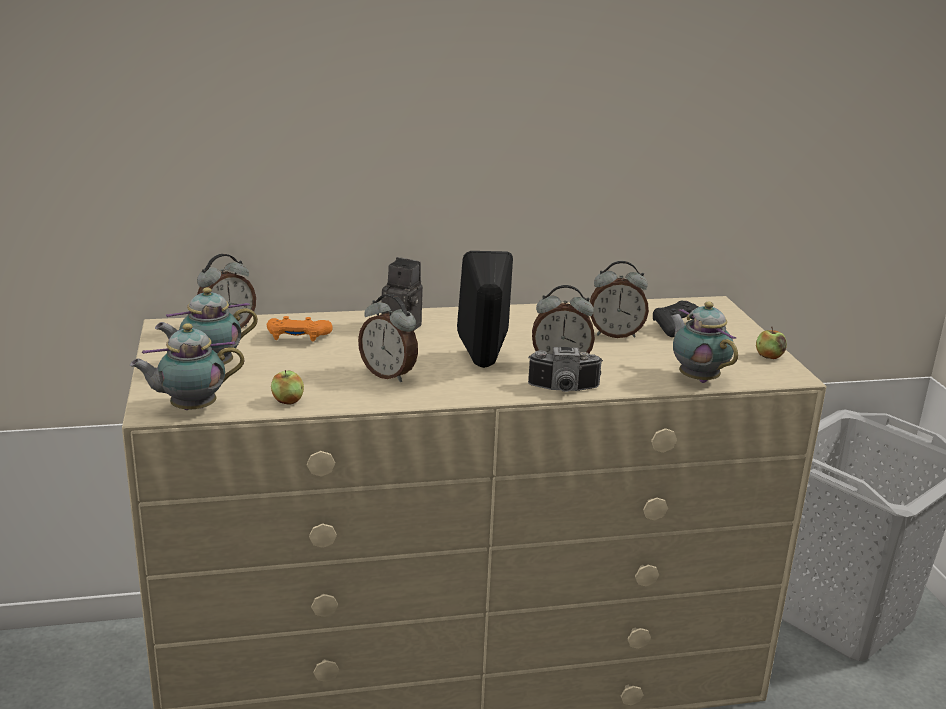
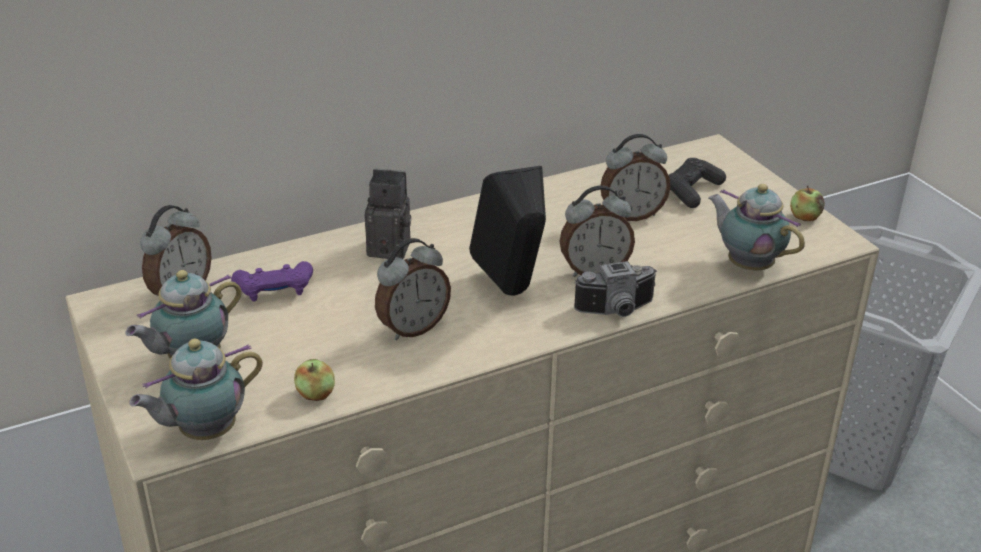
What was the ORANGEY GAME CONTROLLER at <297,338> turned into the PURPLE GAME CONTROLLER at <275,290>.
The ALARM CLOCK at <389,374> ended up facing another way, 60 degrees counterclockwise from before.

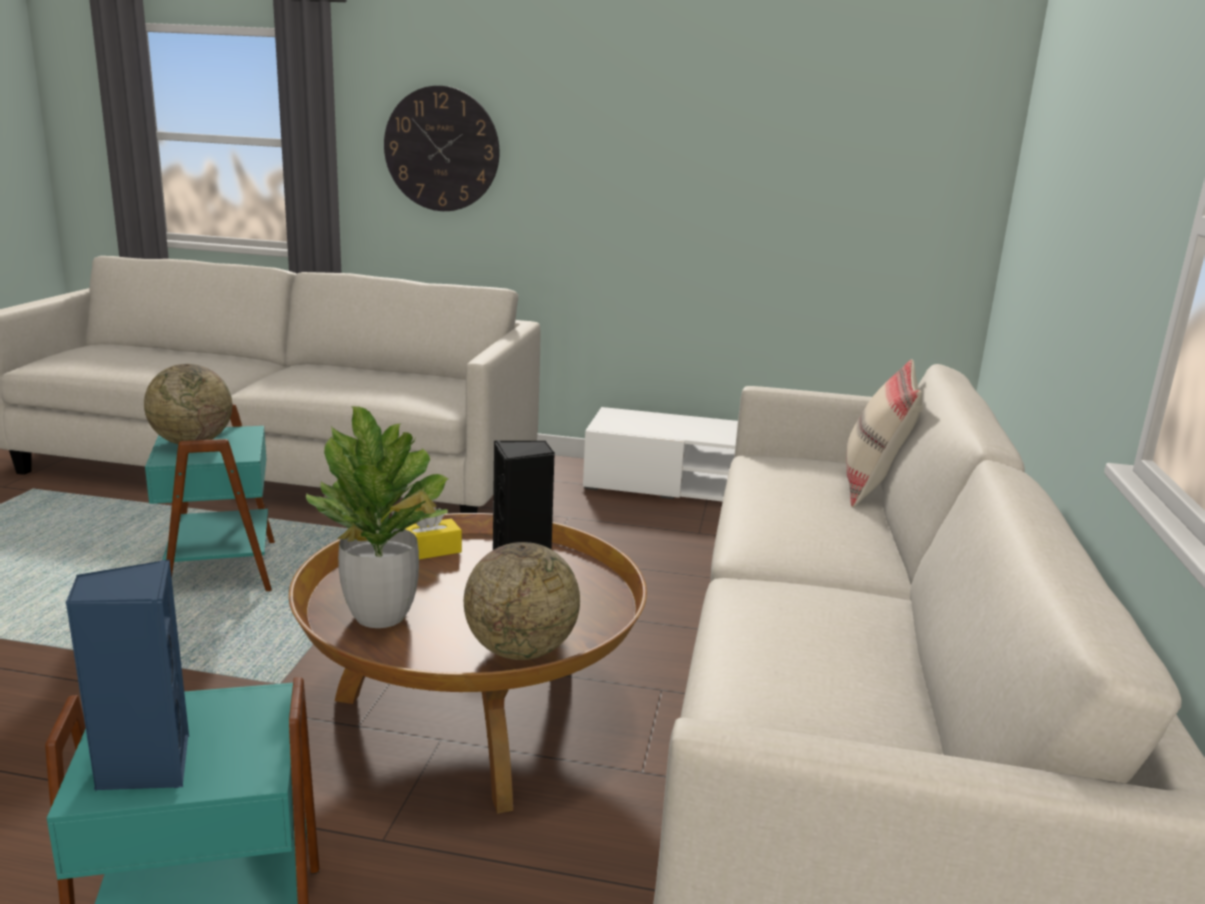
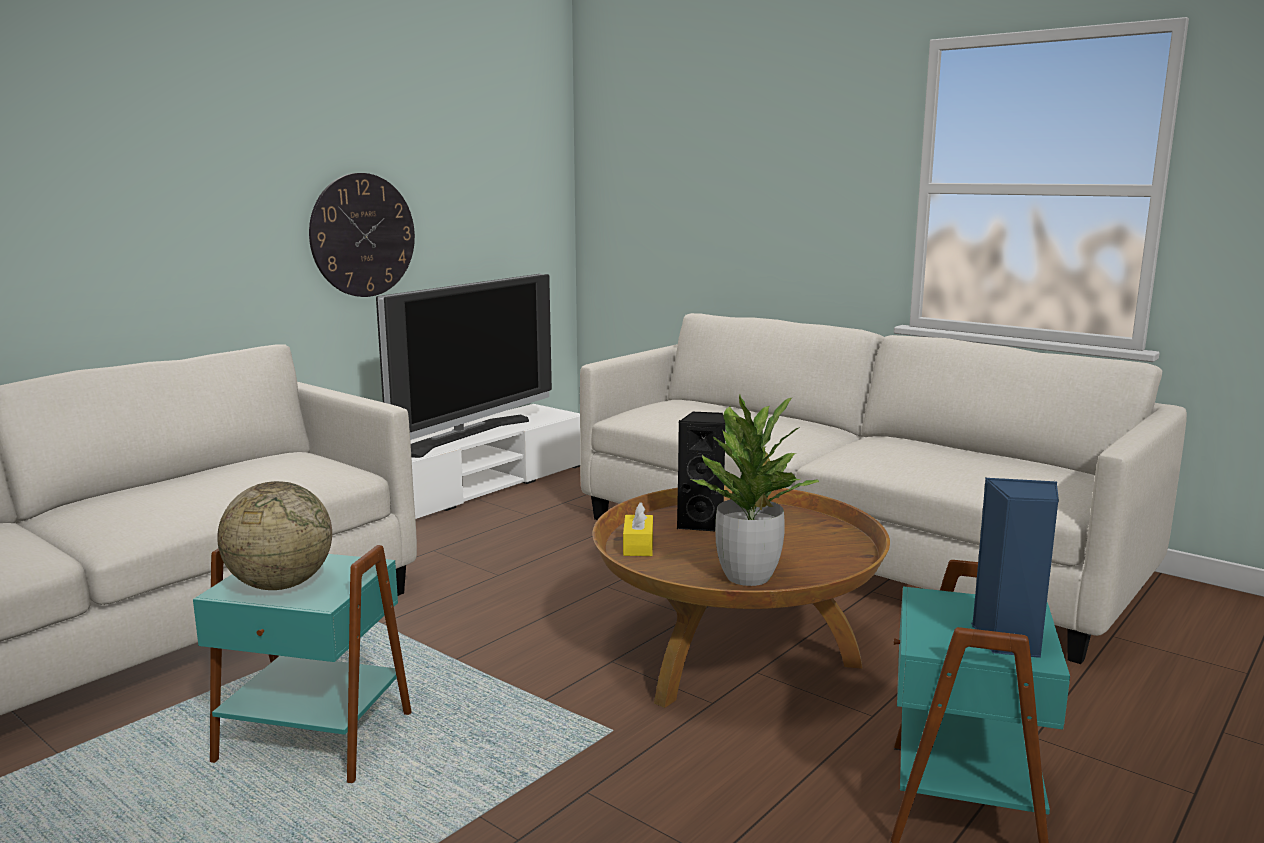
The second view lost the WORLD GLOBE at <521,651>.
The second view lost the SAND-COLOURED CUSHION at <874,487>.
The second view gained the TV SET at <467,436>.
The CLOCK ON THE WALL ended up elsewhere, having gone from <441,149> to <363,235>.

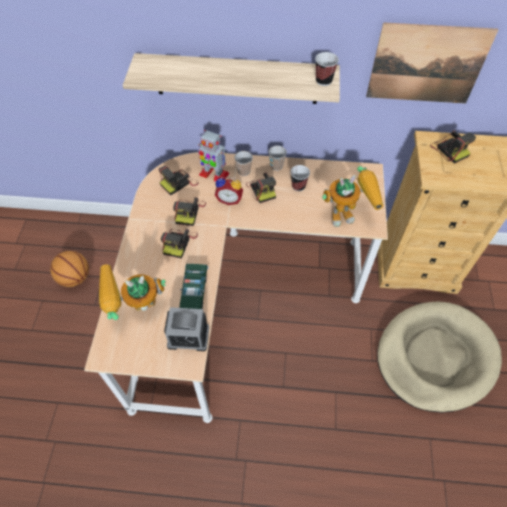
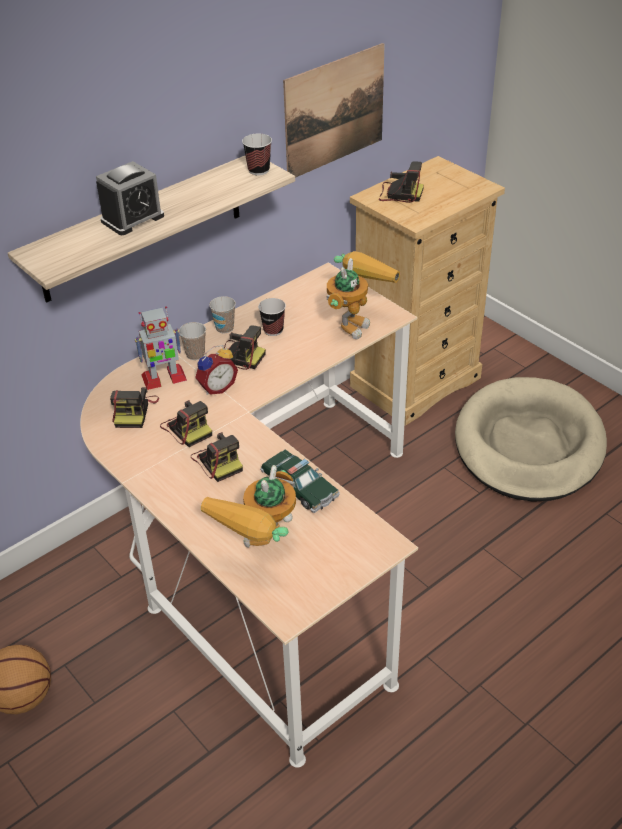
The ALARM CLOCK ended up elsewhere, having gone from <188,337> to <132,218>.

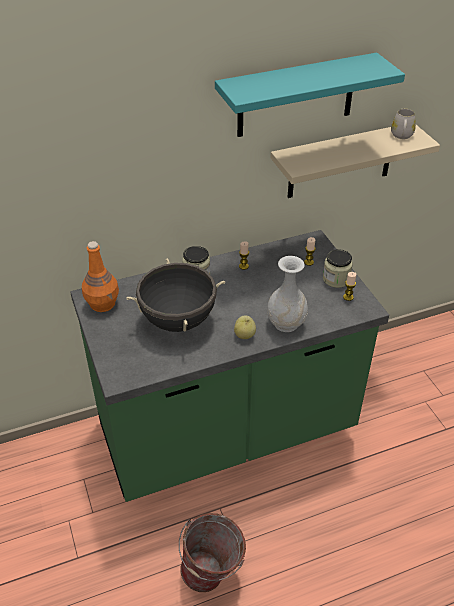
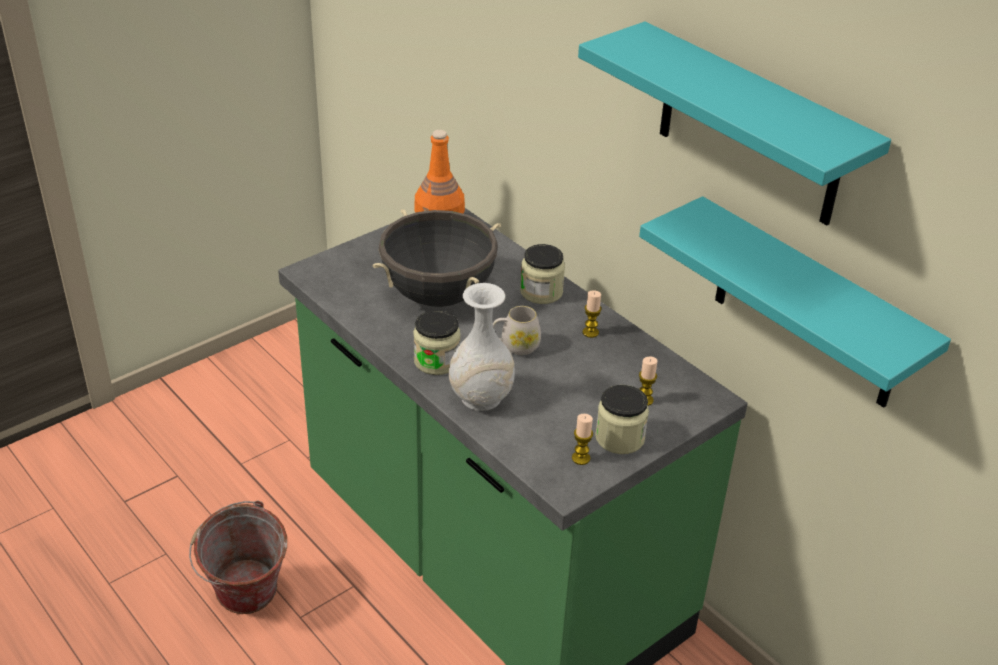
The WHITE COFFEE MUG ended up elsewhere, having gone from <401,136> to <515,346>.
Where the APPLE stood at <245,335>, the PRESERVE JAR came to stand at <436,361>.
What was the SAND-COLOURED BRACKET SHELF at <340,161> turned into the BLUE-GREEN BRACKET SHELF at <807,307>.

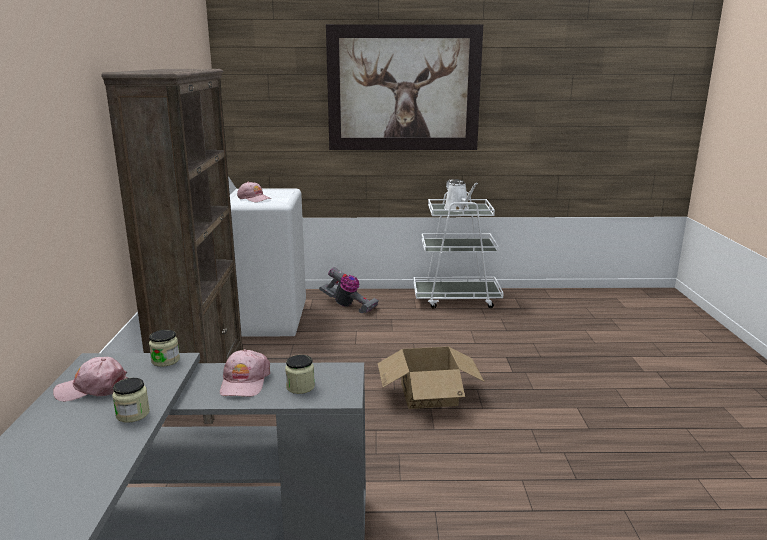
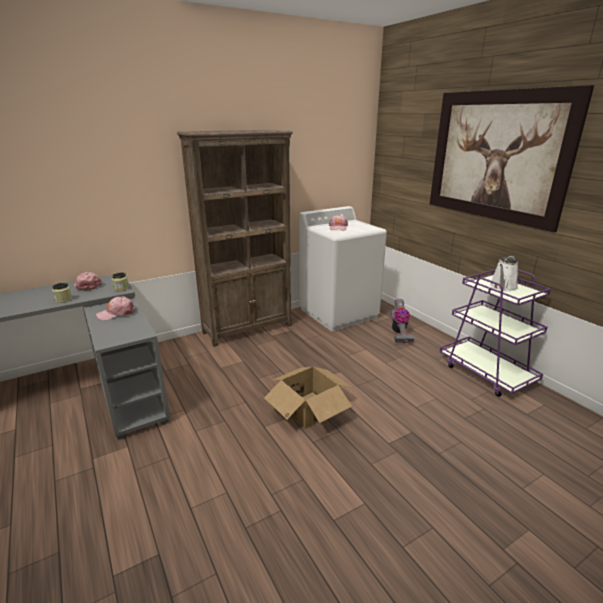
The second view lost the PRESERVE JAR at <300,387>.
What was the WHITE CART at <456,299> turned into the PURPLE CART at <486,373>.

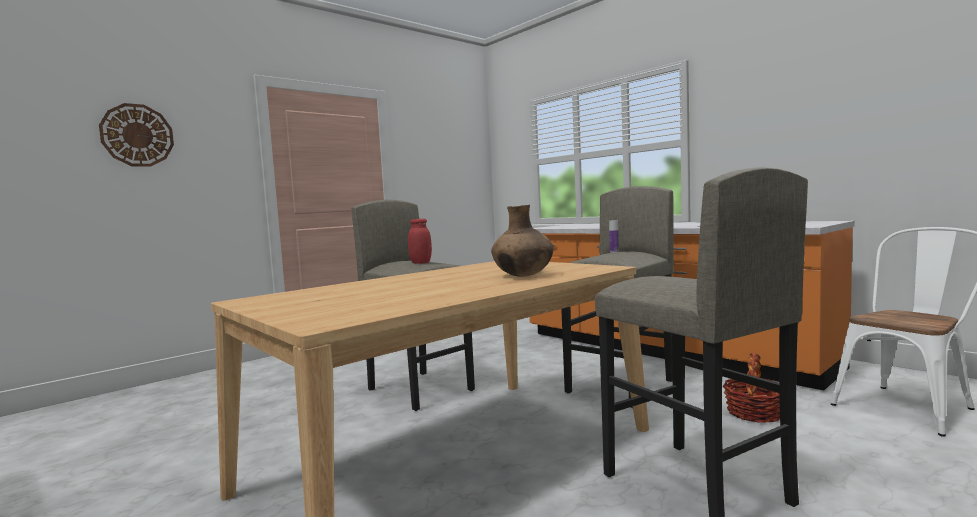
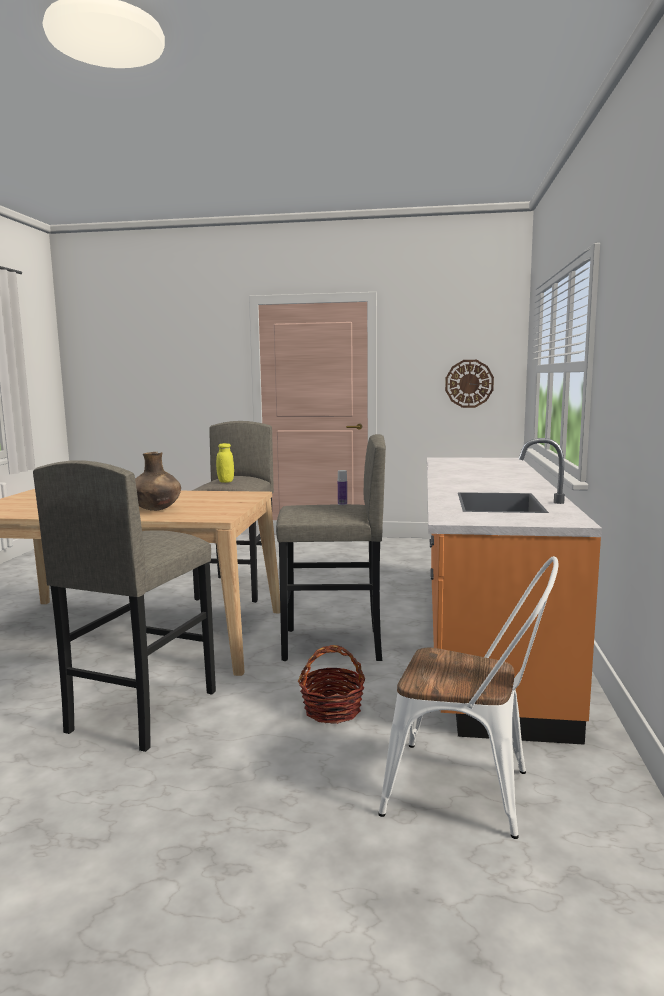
The CLOCK ON THE WALL ended up elsewhere, having gone from <137,135> to <469,383>.
What was the REDDISH PRESERVE JAR at <420,263> turned into the YELLOW PRESERVE JAR at <225,481>.

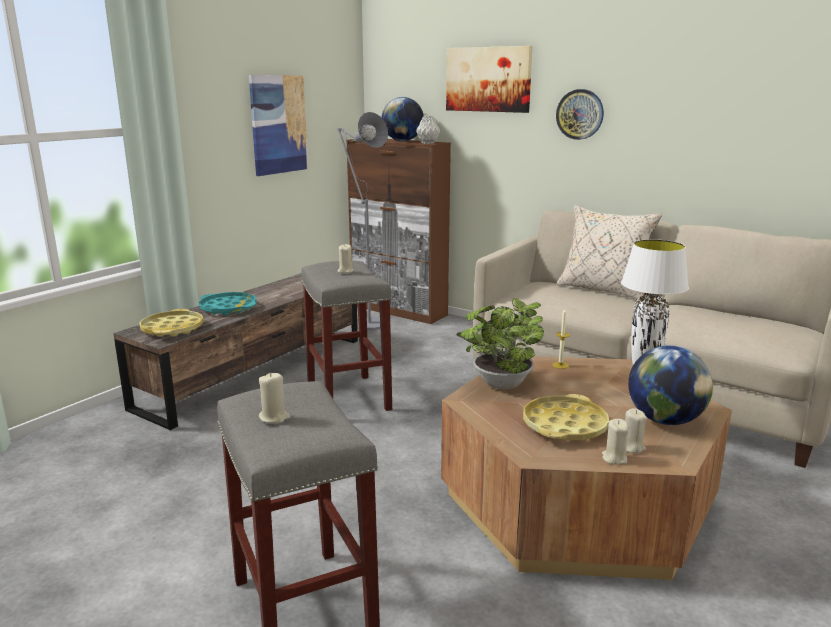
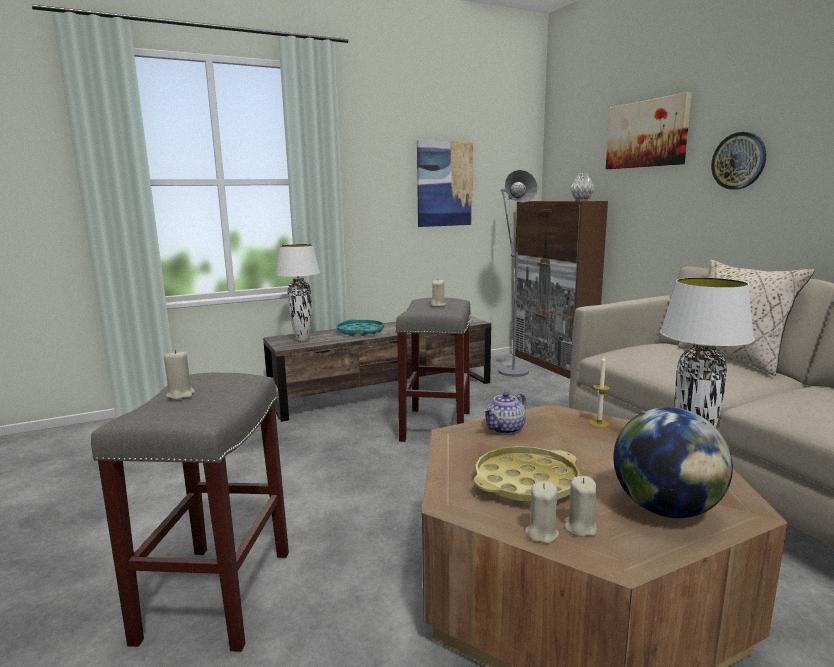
The second view lost the WORLD GLOBE at <402,140>.
Where the YELLOW SERVING TRAY stood at <172,329>, the WHITE LAMP FOR A TABLE came to stand at <303,340>.
Where the HOUSEPLANT stood at <499,385>, the TEA POT came to stand at <505,429>.

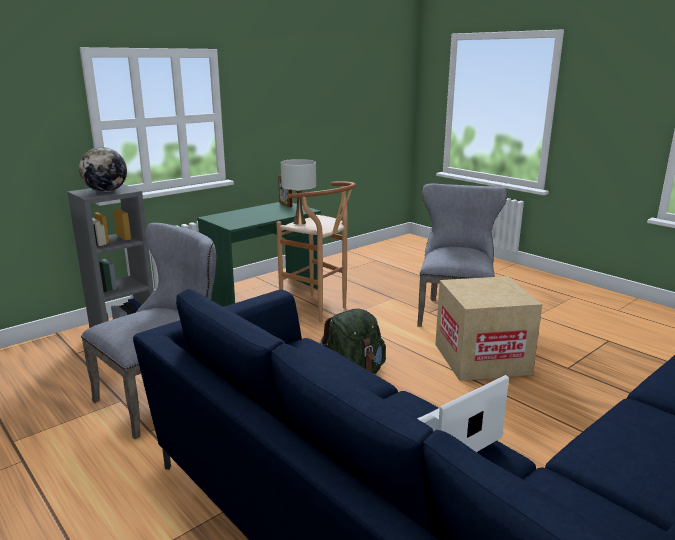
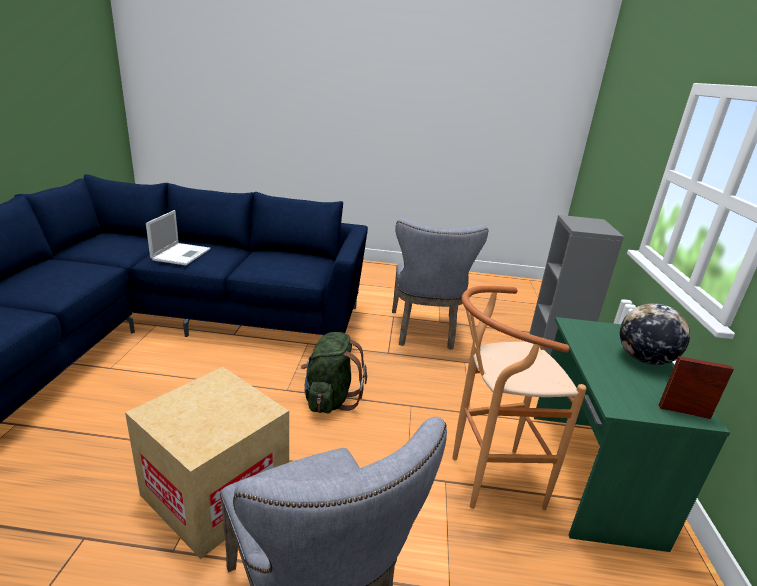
The second view lost the WHITE LAMP FOR A TABLE at <299,222>.
The WORLD GLOBE ended up elsewhere, having gone from <106,191> to <644,359>.

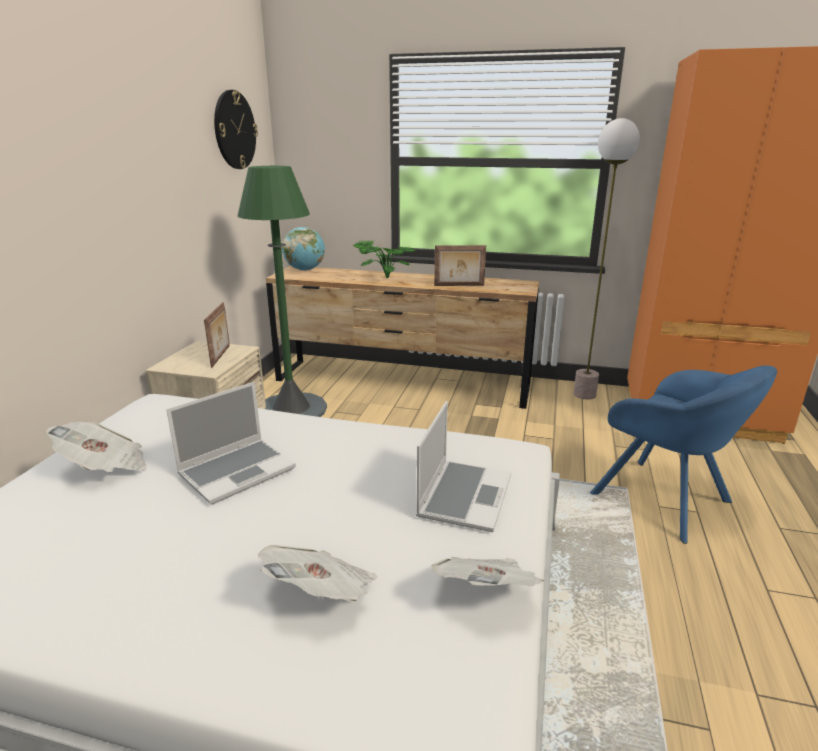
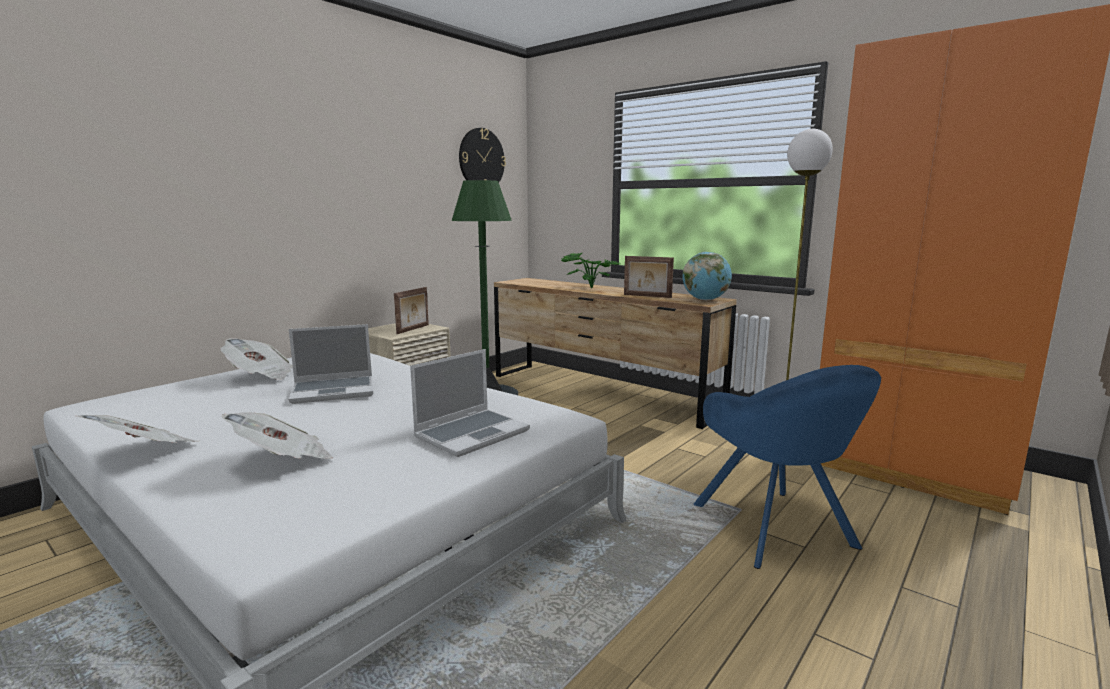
The WORLD GLOBE ended up elsewhere, having gone from <305,270> to <705,300>.
The PRINTED PAPER ended up elsewhere, having gone from <487,593> to <145,452>.

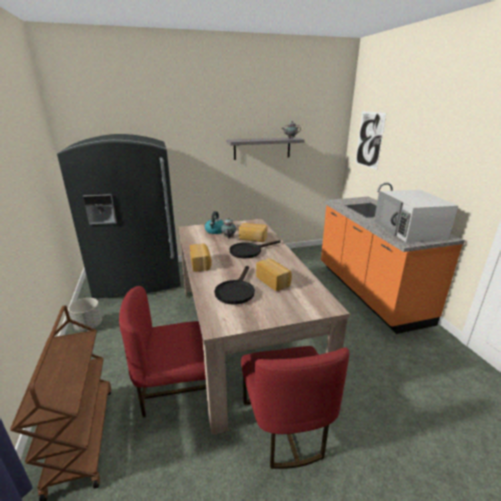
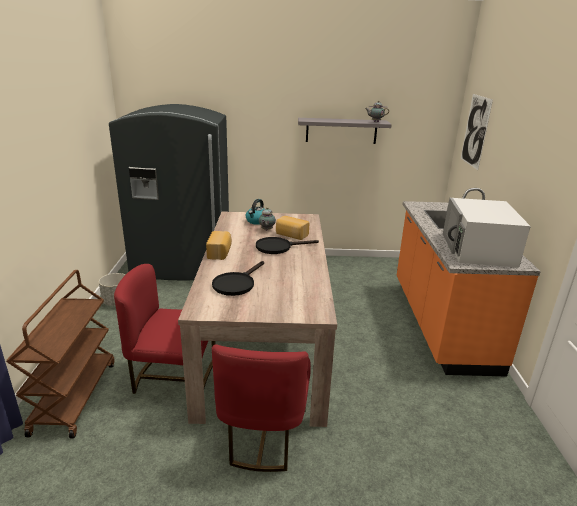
The second view lost the BREAD at <274,281>.

